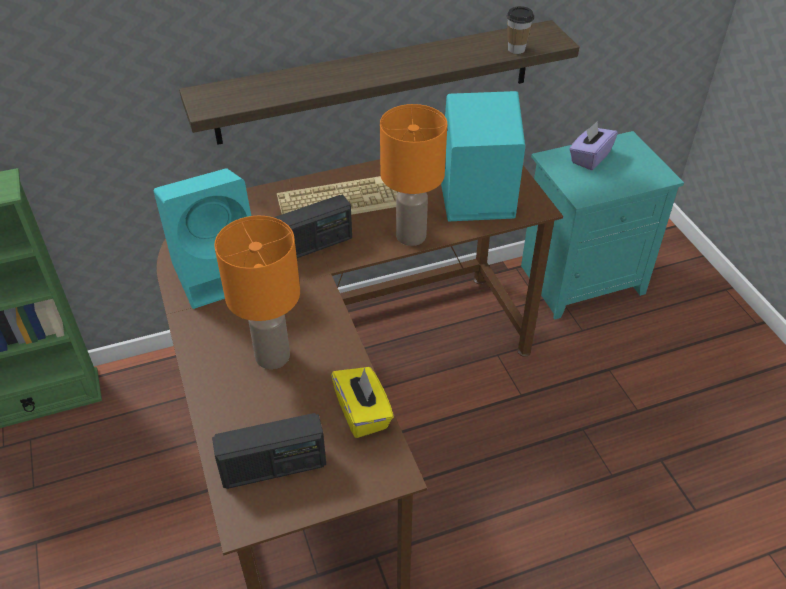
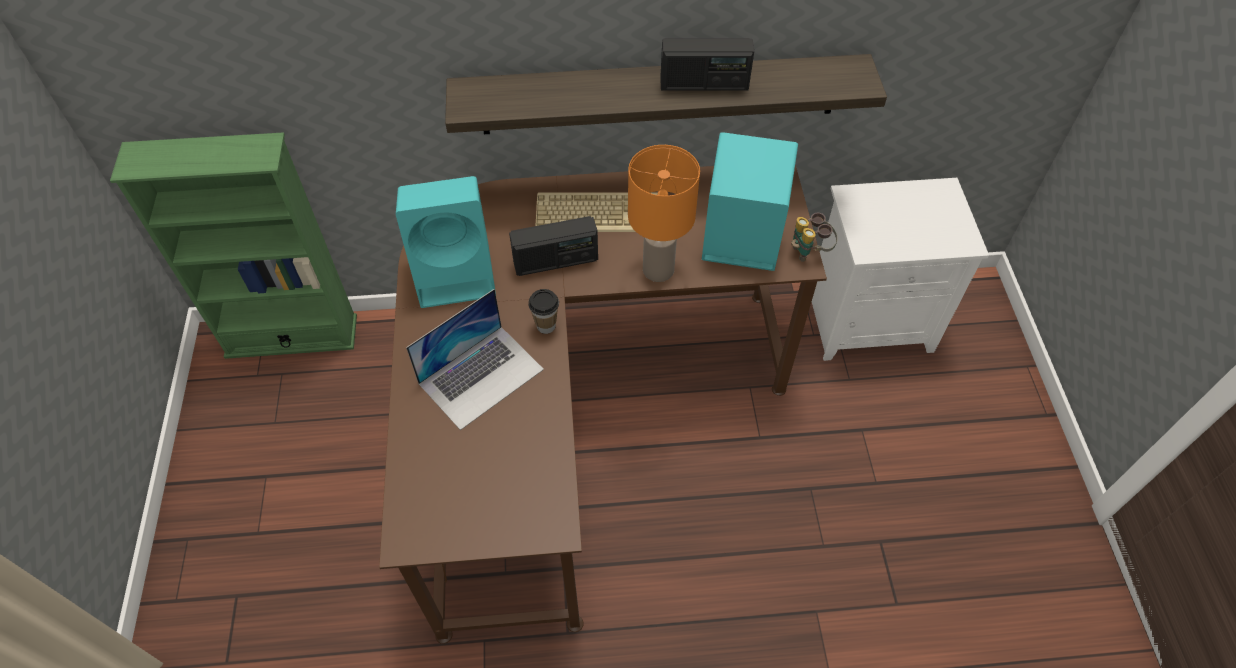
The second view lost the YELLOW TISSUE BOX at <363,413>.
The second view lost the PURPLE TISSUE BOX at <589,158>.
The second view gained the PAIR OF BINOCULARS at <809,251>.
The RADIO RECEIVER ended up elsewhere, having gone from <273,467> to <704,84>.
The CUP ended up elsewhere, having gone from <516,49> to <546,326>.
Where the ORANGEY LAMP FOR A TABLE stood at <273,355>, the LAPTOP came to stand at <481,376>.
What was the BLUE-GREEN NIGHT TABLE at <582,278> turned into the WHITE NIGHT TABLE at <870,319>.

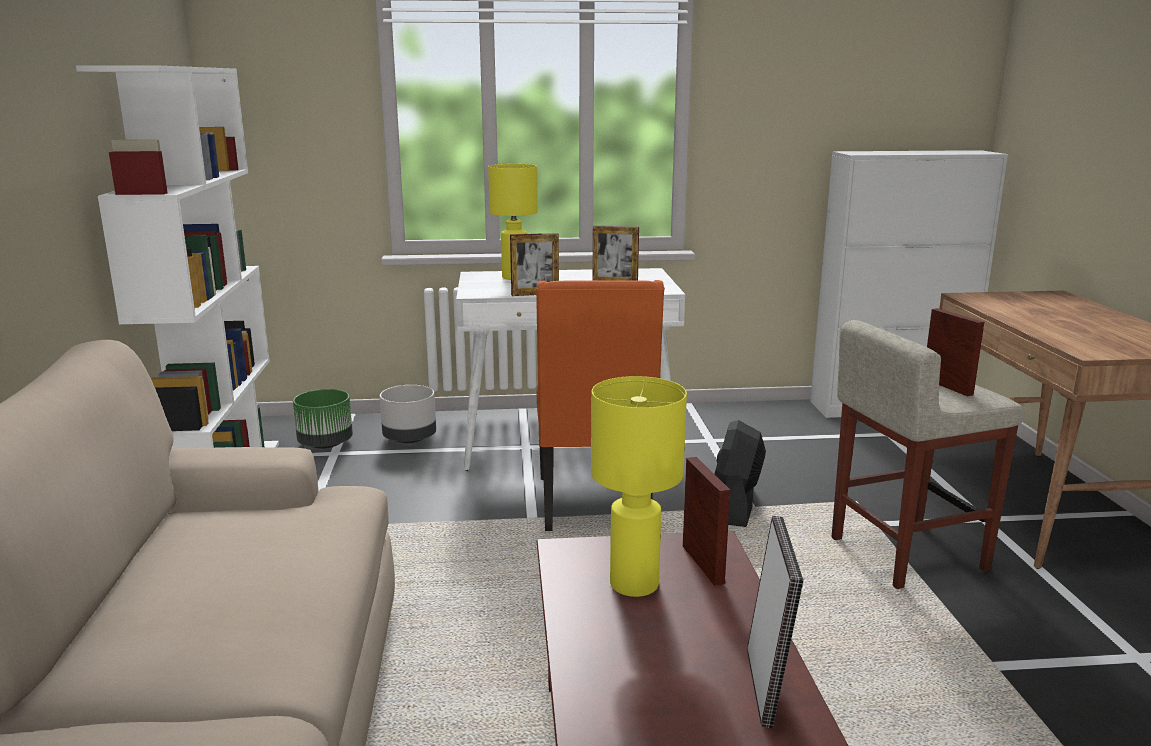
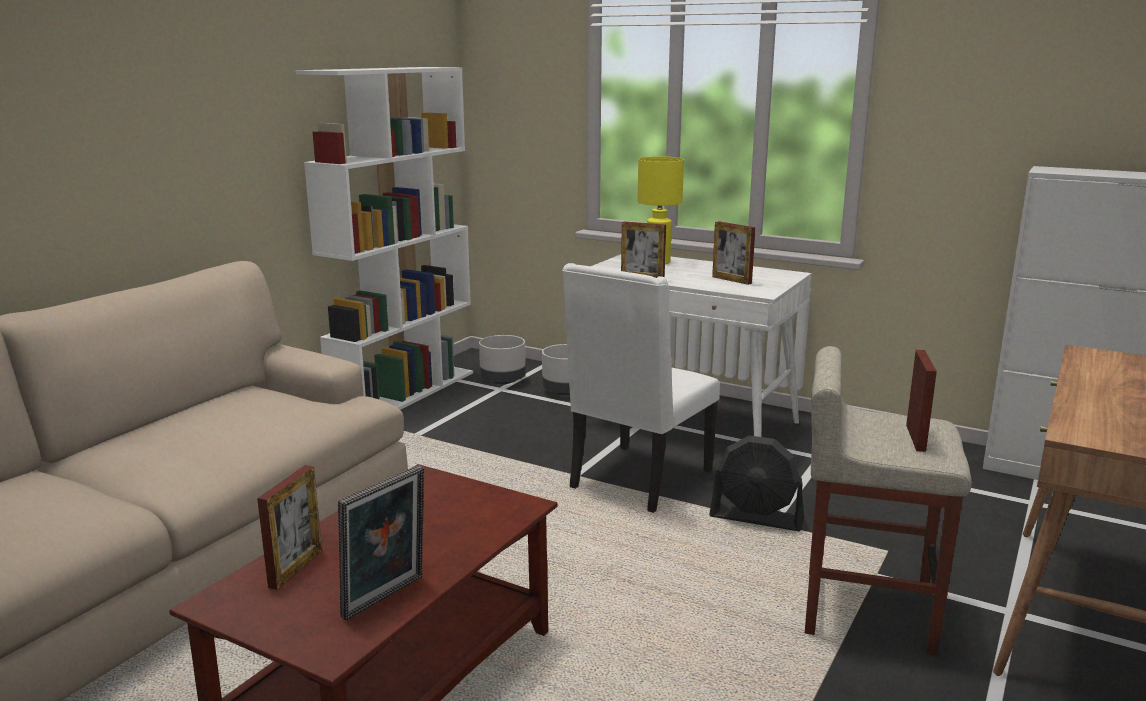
The second view lost the YELLOW LAMP FOR A TABLE at <635,584>.
The STANDING FRAME ended up elsewhere, having gone from <702,564> to <296,568>.
What was the GREEN-COLOURED PLANT POT at <325,444> turned into the GREYISH PLANT POT at <503,380>.
What was the ORANGEY PLAIN CHAIR at <596,504> turned into the WHITE PLAIN CHAIR at <638,480>.
The BLACK FAN at <735,506> ended up facing another way, 120 degrees counterclockwise from before.

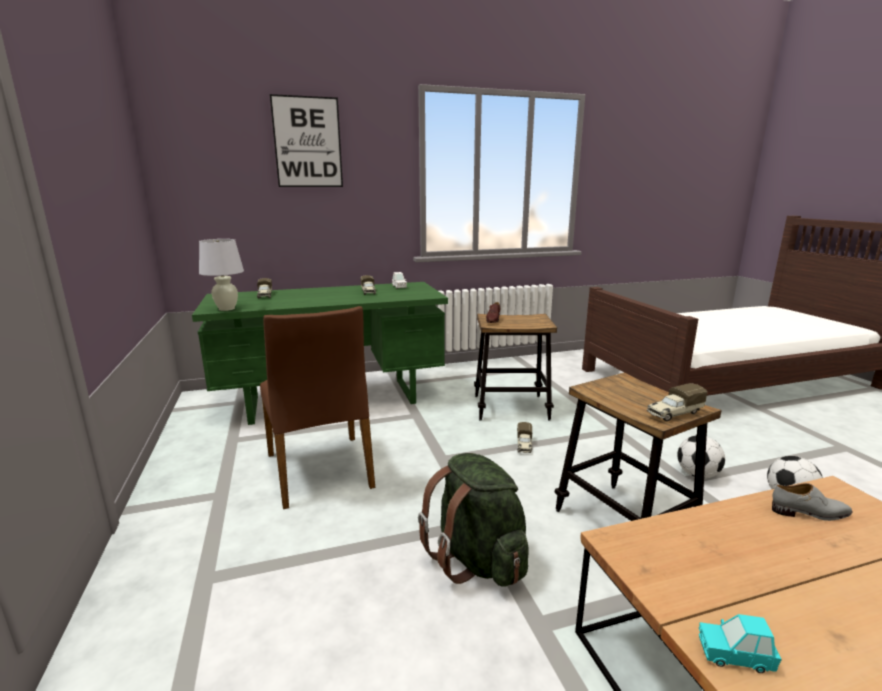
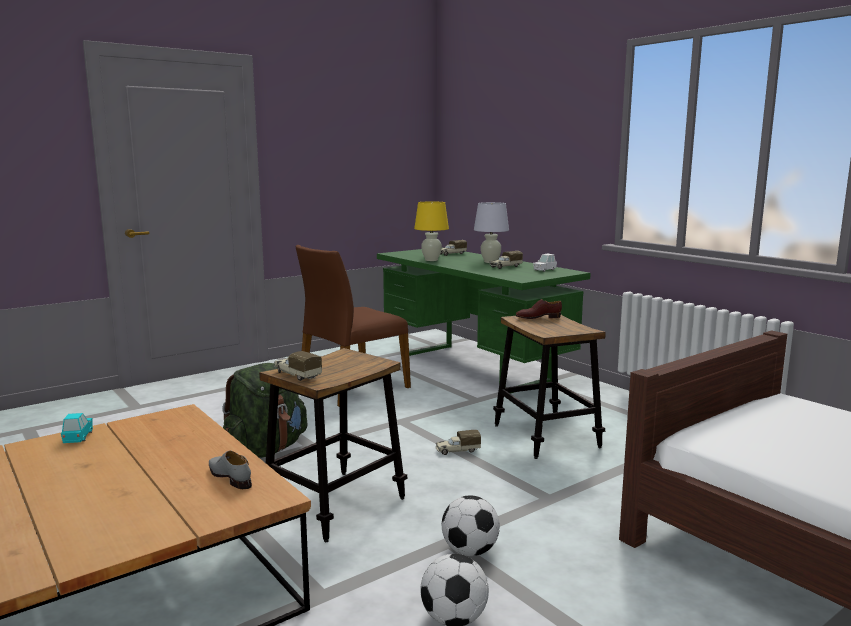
The second view lost the PICTURE at <307,142>.
The second view gained the YELLOW LAMP FOR A TABLE at <431,260>.
The WHITE LAMP FOR A TABLE ended up elsewhere, having gone from <226,309> to <490,262>.
The GREYISH SHOE at <810,513> ended up facing another way, 150 degrees clockwise from before.

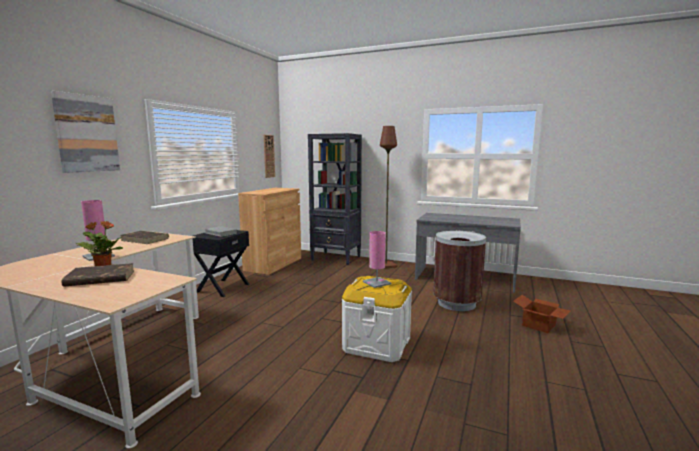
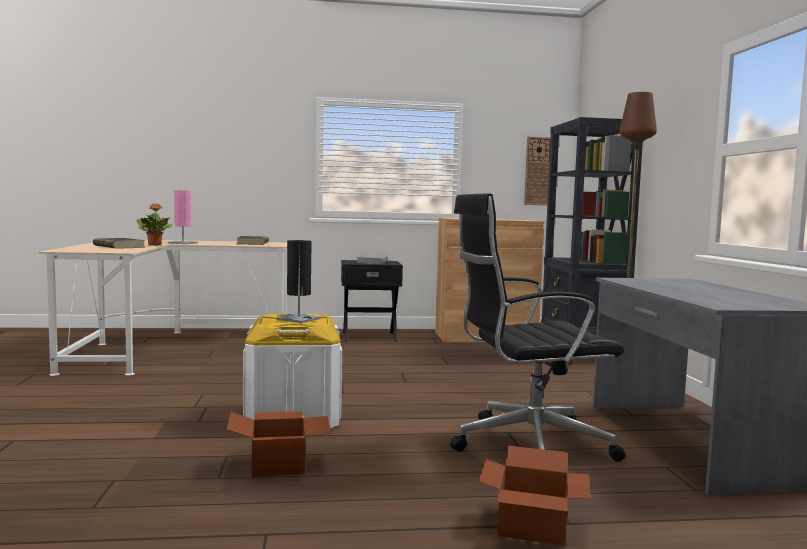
The second view lost the PICTURE at <86,133>.
The second view gained the CARTON at <280,465>.
Where the BROWN-COLOURED WASTE BIN stood at <456,303>, the BLACK OFFICE CHAIR came to stand at <526,445>.
What was the PINK LAMP FOR A TABLE at <376,283> turned into the BLACK LAMP FOR A TABLE at <298,319>.

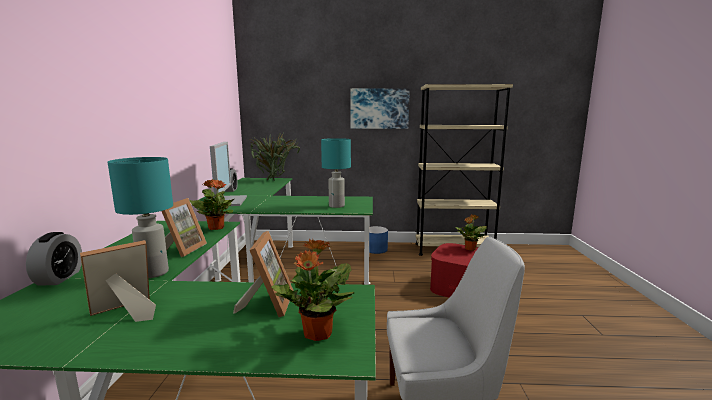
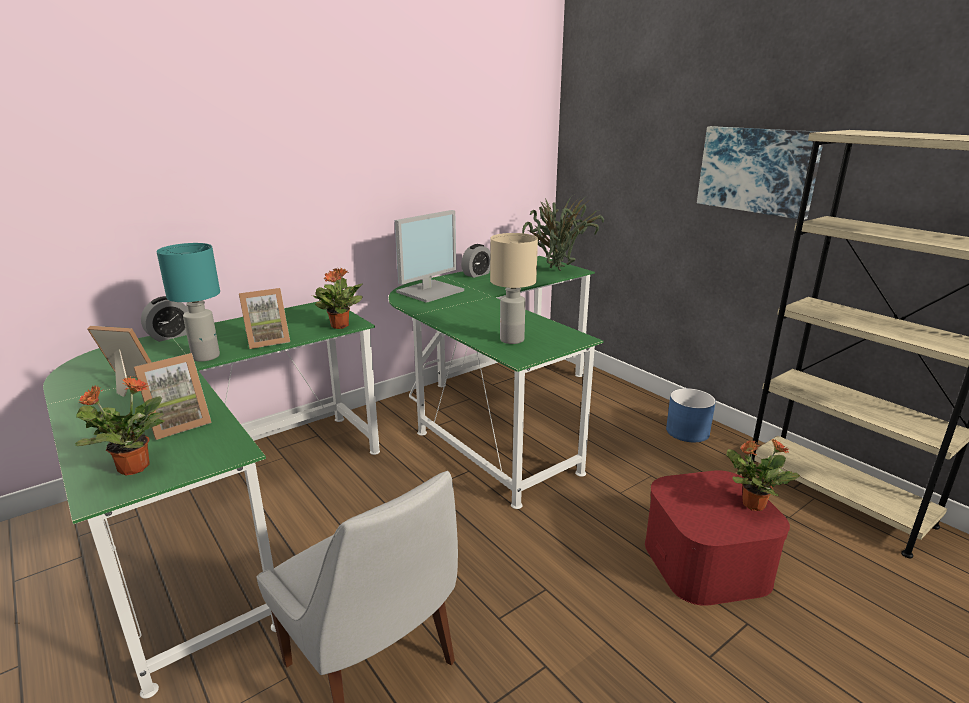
What was the BLUE-GREEN LAMP FOR A TABLE at <336,206> turned into the SAND-COLOURED LAMP FOR A TABLE at <511,340>.

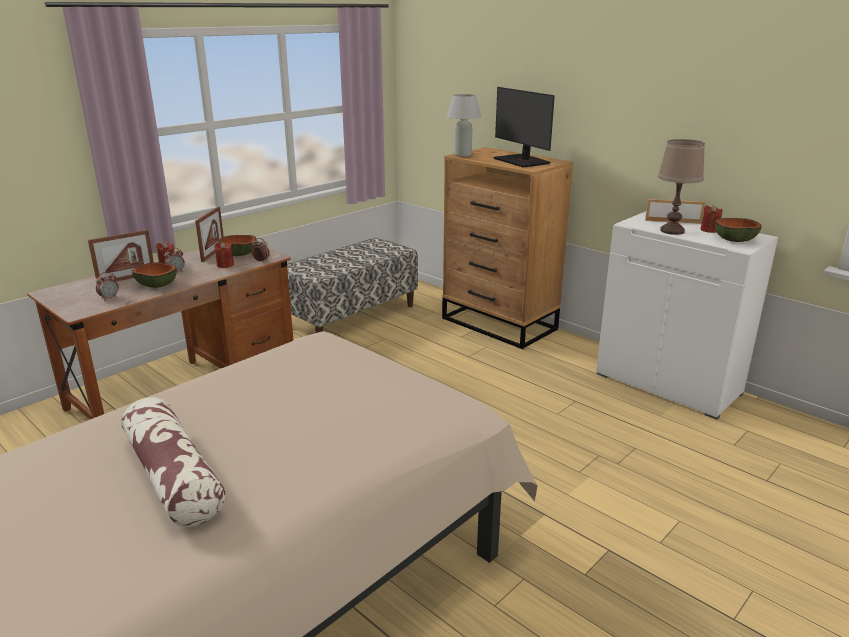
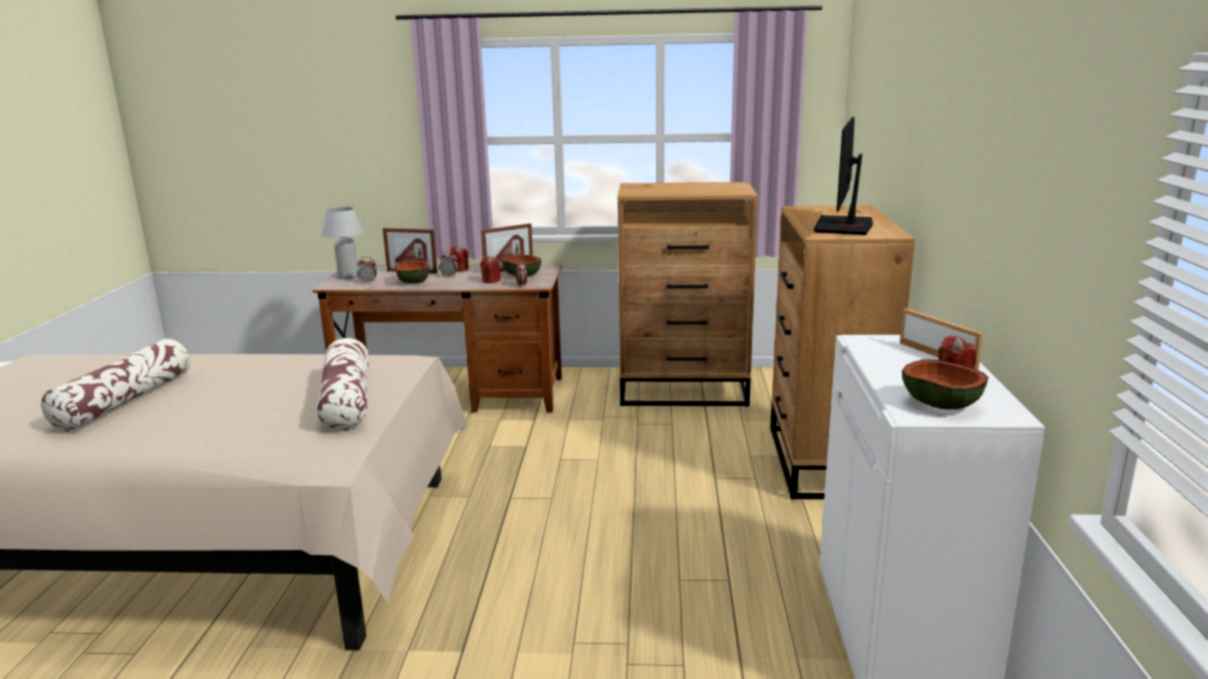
The second view lost the BROWN-COLOURED LAMP FOR A TABLE at <671,231>.
The second view gained the CUSHION at <347,400>.
The WHITE LAMP FOR A TABLE ended up elsewhere, having gone from <463,155> to <348,276>.
Where the INDOOR BENCH stood at <351,316>, the BROWN-COLOURED CHEST OF DRAWERS came to stand at <684,391>.

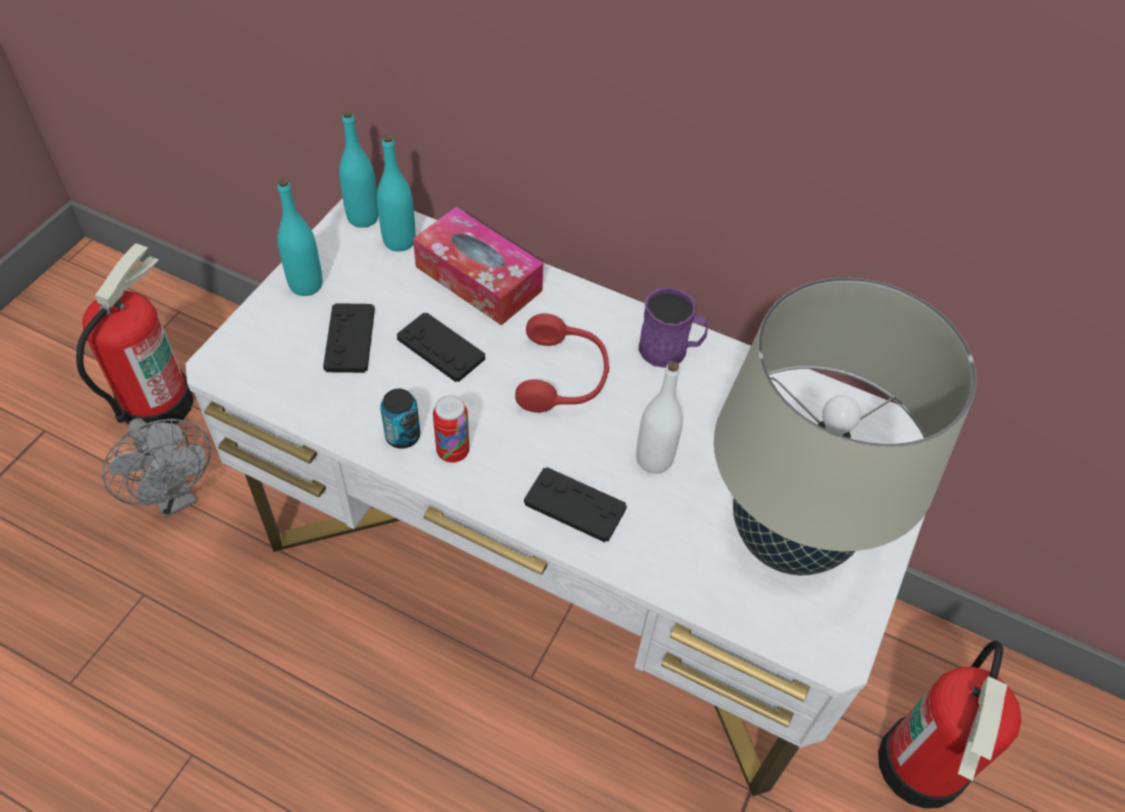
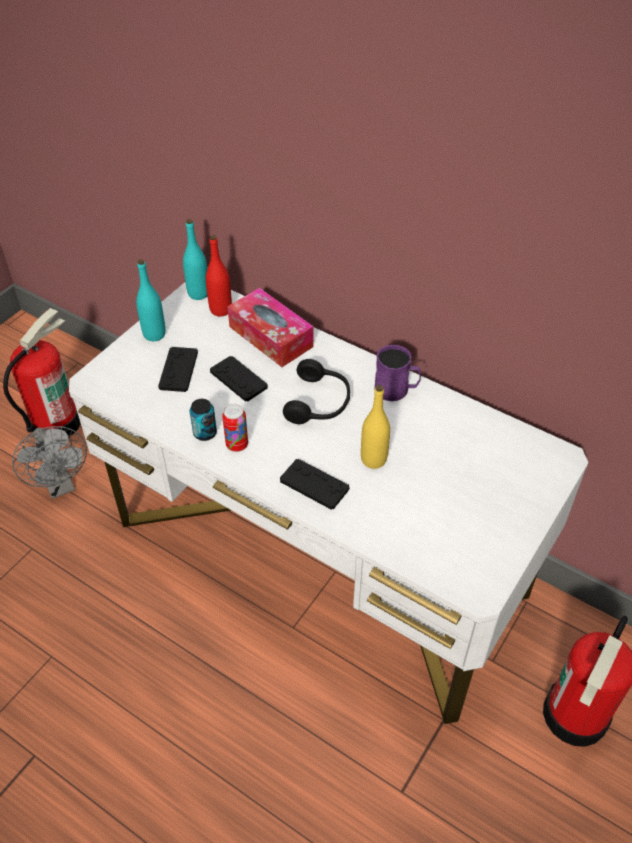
The second view lost the SAND-COLOURED LAMP FOR A TABLE at <788,536>.
What was the BLUE-GREEN BOTTLE at <399,241> turned into the REDDISH BOTTLE at <220,310>.
What was the REDDISH HEADPHONES at <564,376> turned into the BLACK HEADPHONES at <319,402>.
What was the WHITE BOTTLE at <654,459> turned into the YELLOW BOTTLE at <373,459>.

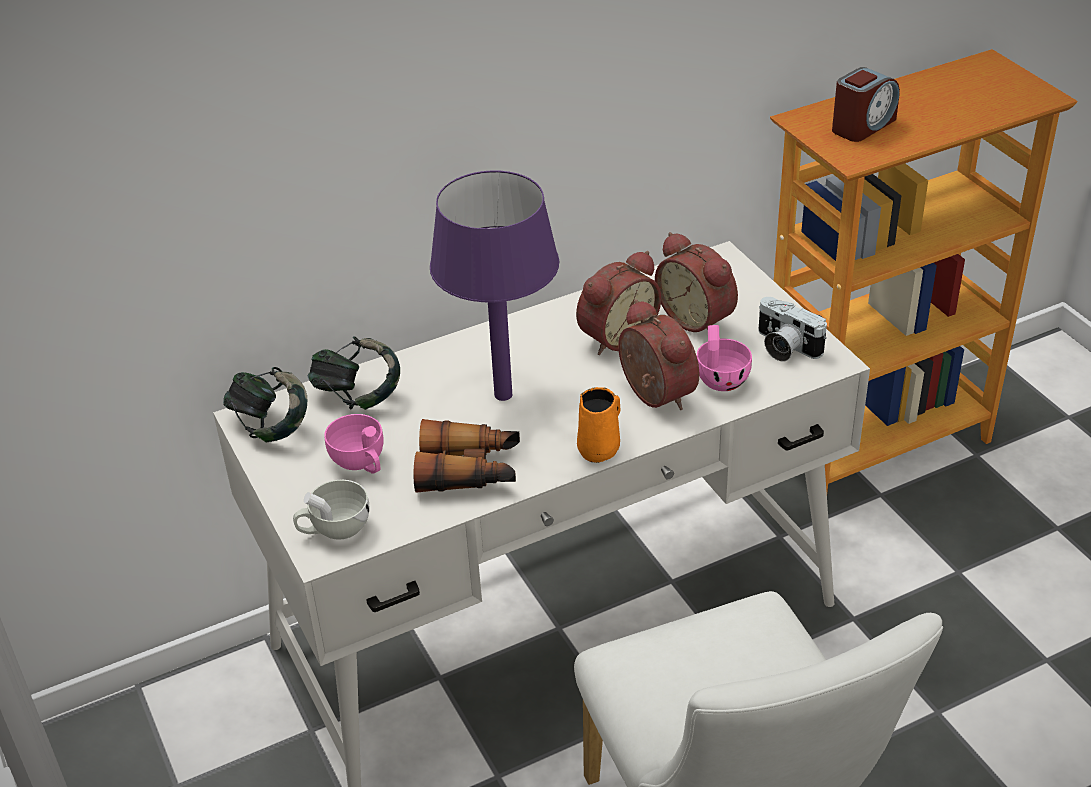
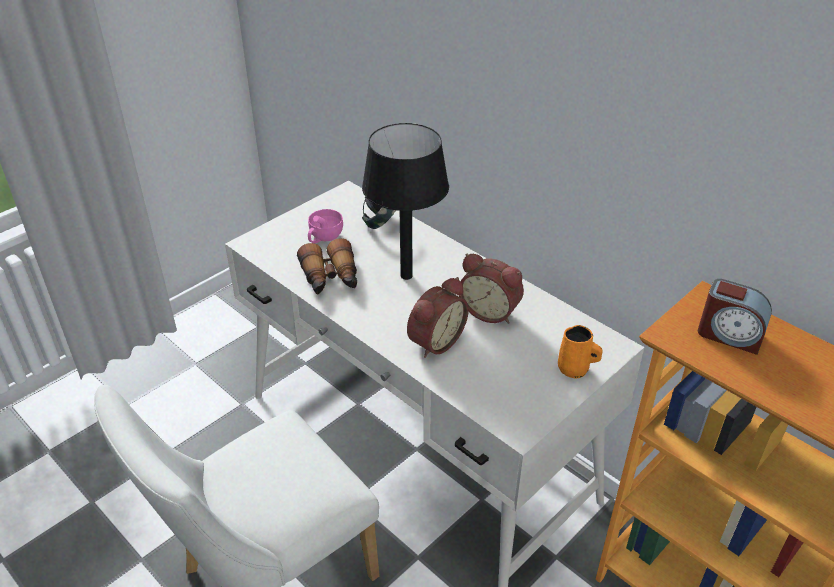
The second view lost the HEADPHONES at <271,426>.
The second view lost the WHITE CUP at <334,529>.
The second view lost the ALARM CLOCK at <698,318>.
The second view lost the PINK CUP at <721,377>.
The second view lost the PHOTO CAMERA at <784,347>.
The ORANGEY COFFEE MUG ended up elsewhere, having gone from <600,449> to <575,370>.
What was the PURPLE LAMP FOR A TABLE at <504,395> turned into the BLACK LAMP FOR A TABLE at <406,276>.

